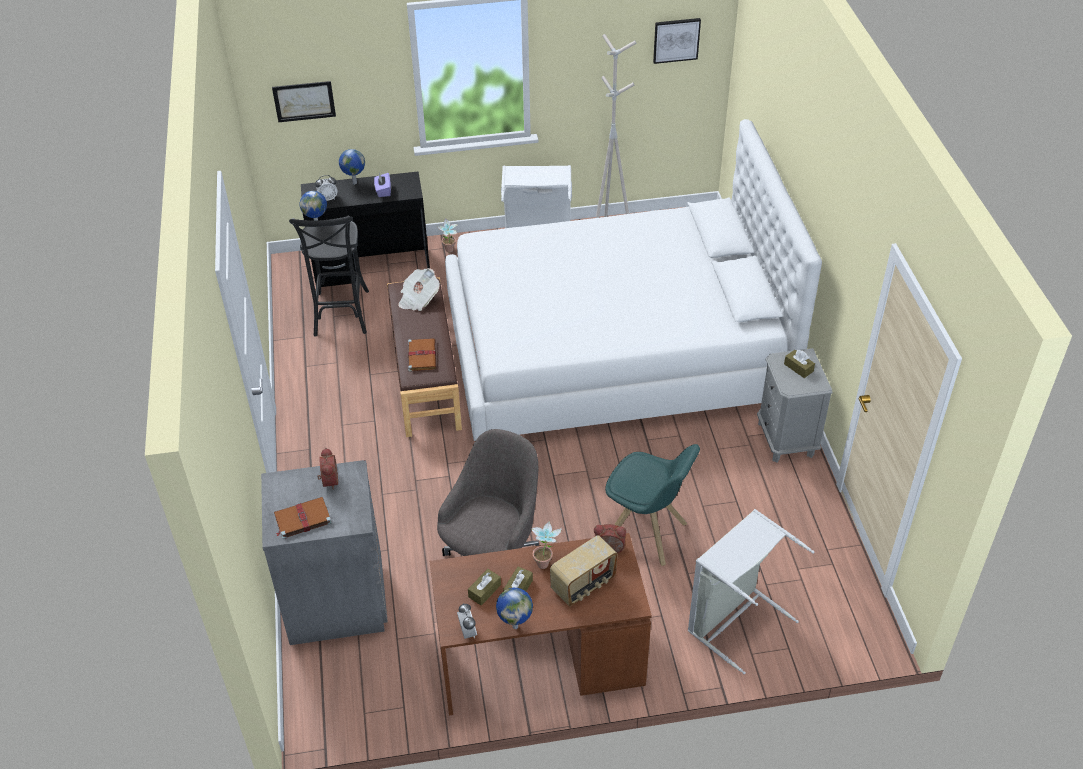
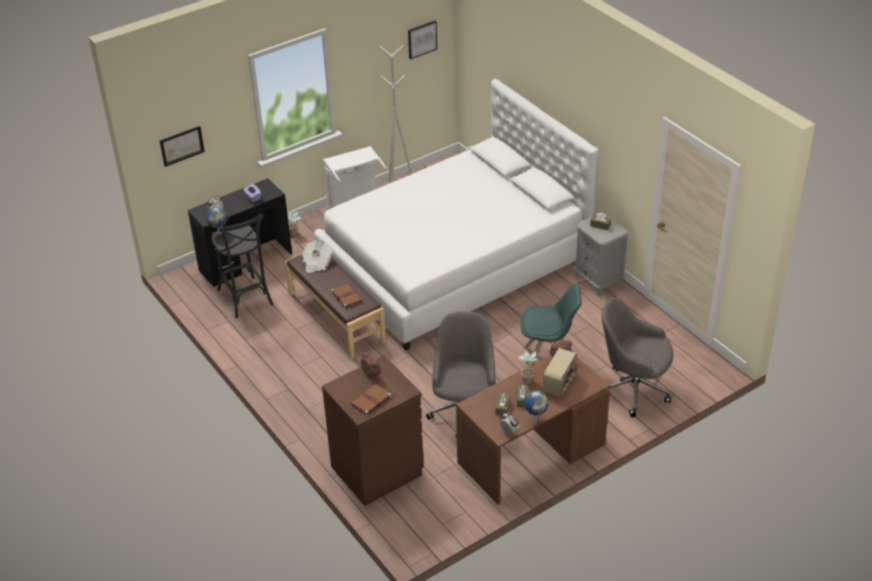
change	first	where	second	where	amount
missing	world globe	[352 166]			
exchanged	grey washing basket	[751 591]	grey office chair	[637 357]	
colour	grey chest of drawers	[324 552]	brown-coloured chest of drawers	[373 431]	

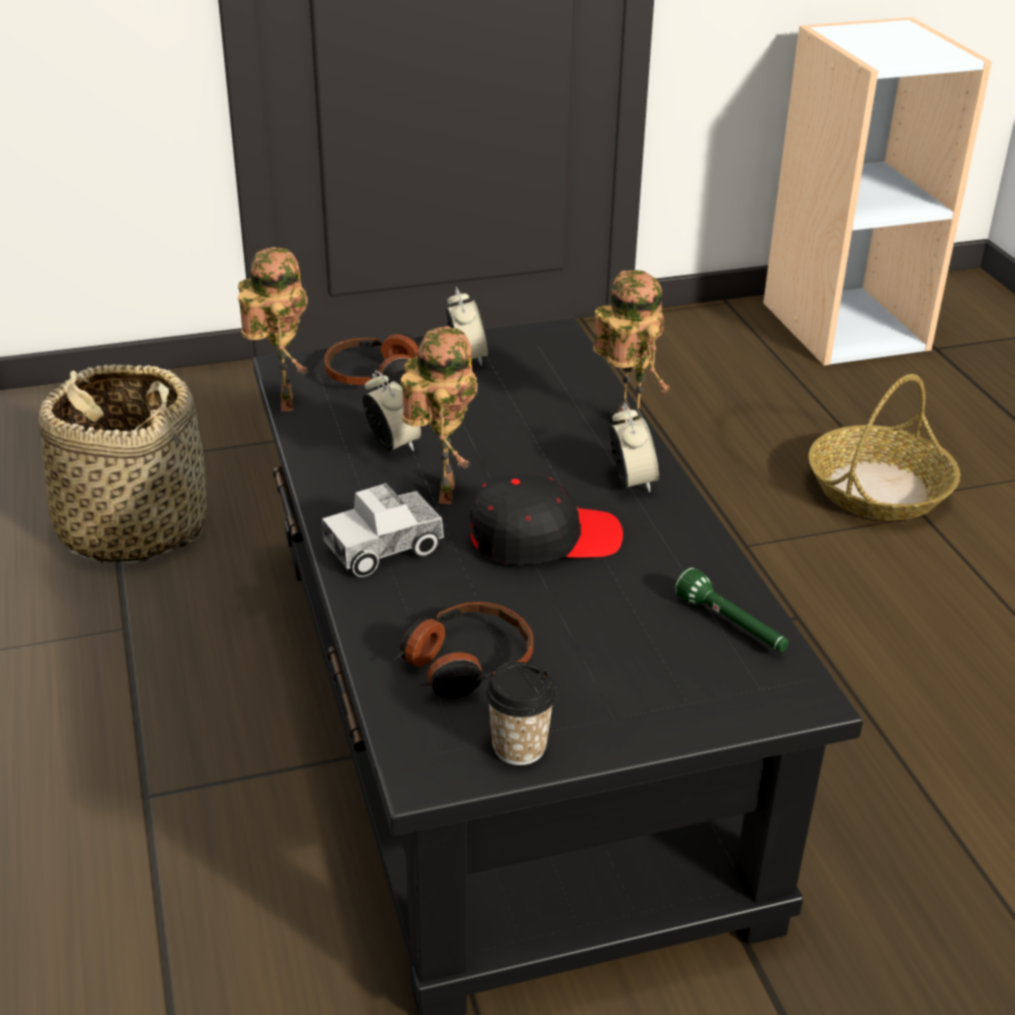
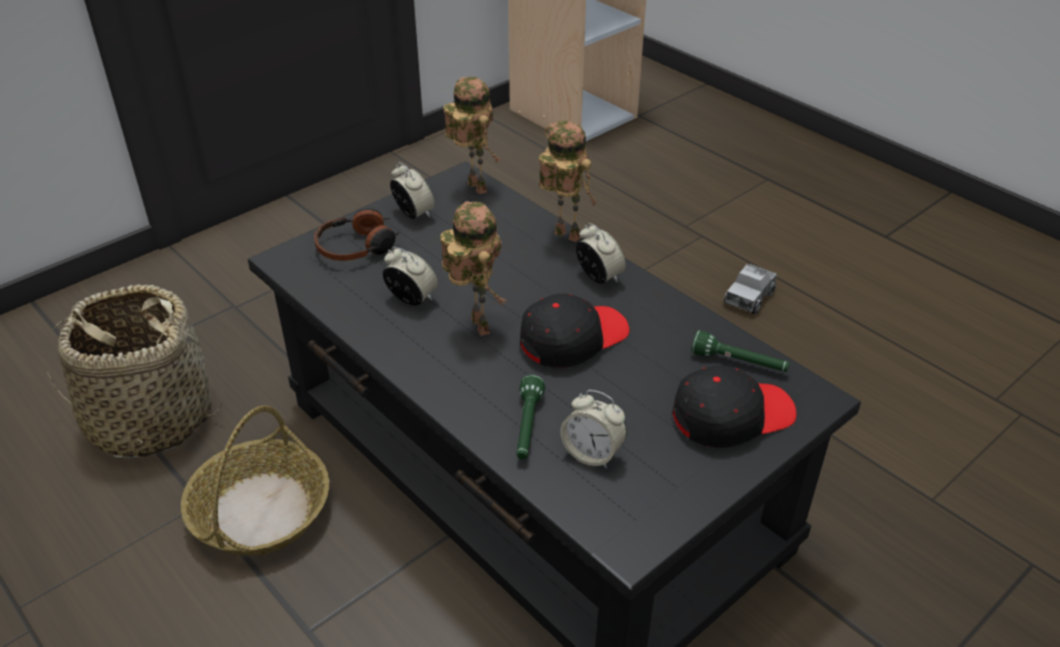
change	first	where	second	where	amount
missing	small cup	[520 713]			
appeared			green hand torch	[531 417]	
appeared			black-coloured peaked cap	[734 406]	
relocated	robot figure	[273 329]		[472 135]	
relocated	toy lorry	[383 530]		[750 289]	
relocated	basket	[884 447]		[255 481]	
exchanged	headset	[463 650]	alarm clock	[593 429]	

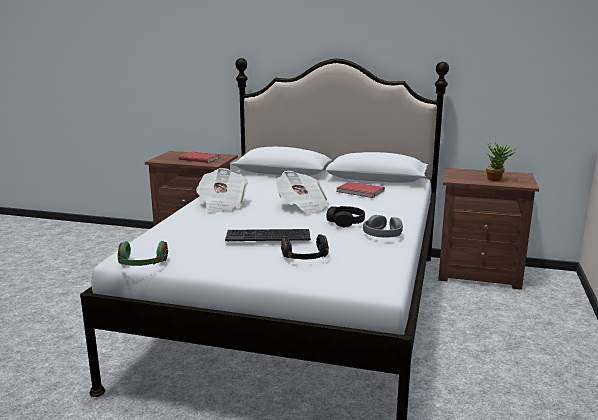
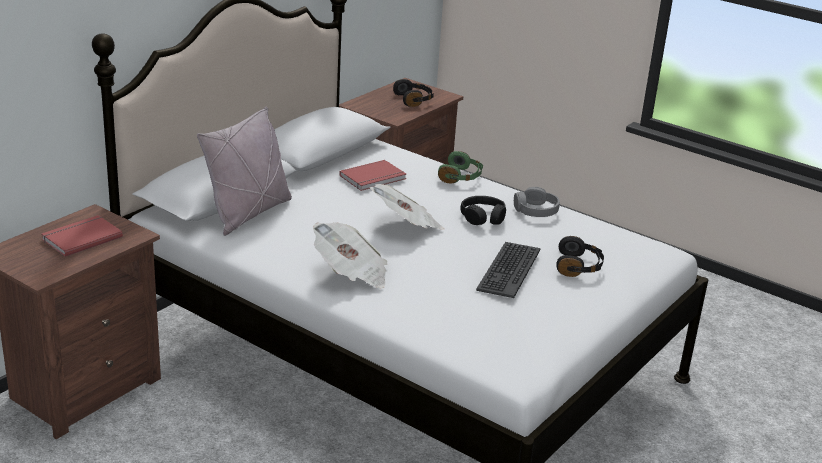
change	first	where	second	where	amount
appeared			purplish pillow	[244 171]	
relocated	green headset	[143 253]		[460 167]	
exchanged	potted plant	[500 161]	black-coloured headset	[413 93]	

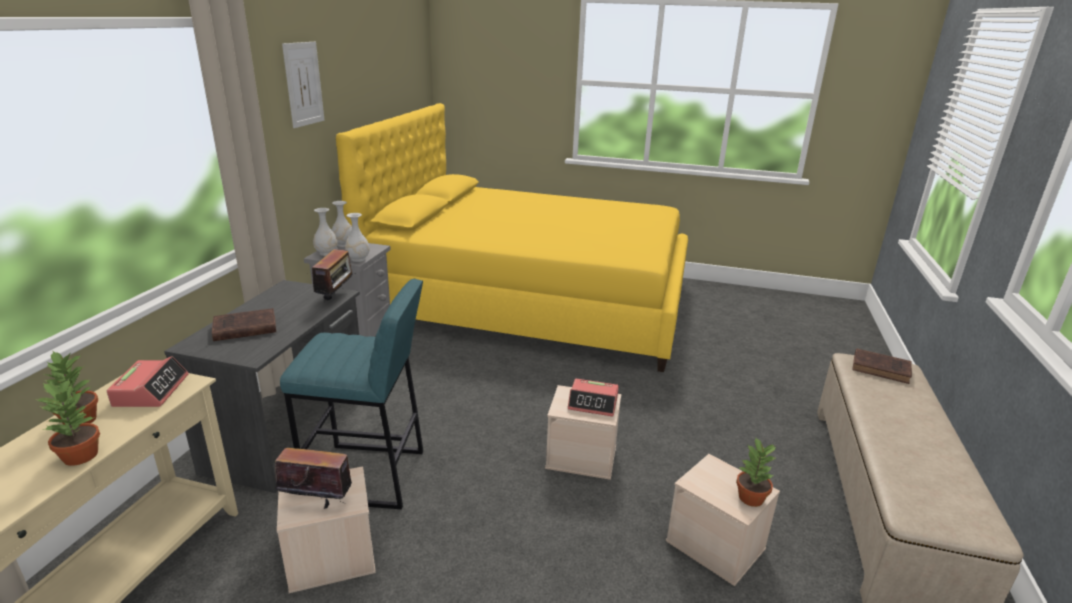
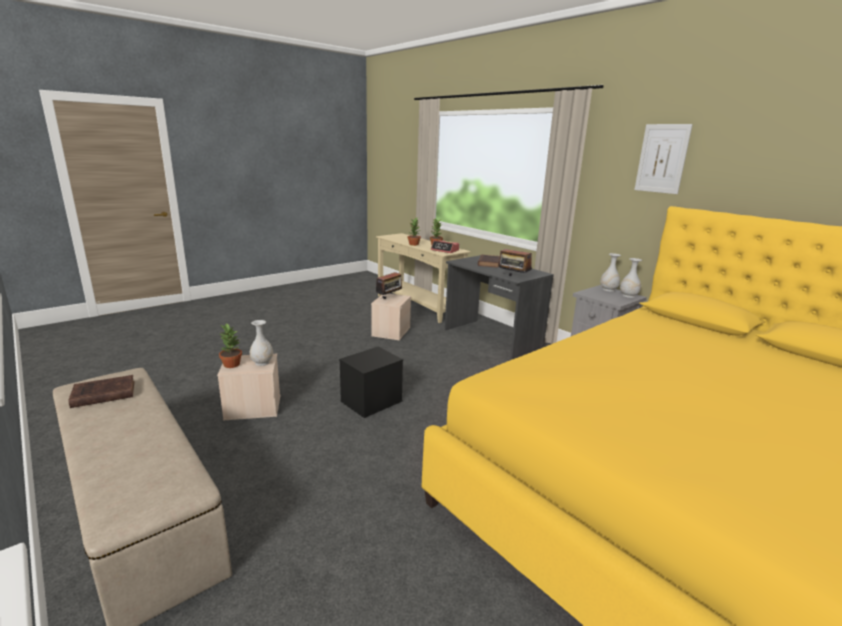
change	first	where	second	where	amount
missing	blue-green sitting stool	[351 393]			
missing	alarm clock	[593 398]			
relocated	white-coloured flower vase	[357 237]		[261 343]	
relocated	brown-coloured book	[882 366]		[101 391]	
colour	sand-coloured storage container	[583 432]	black-coloured storage container	[371 382]	

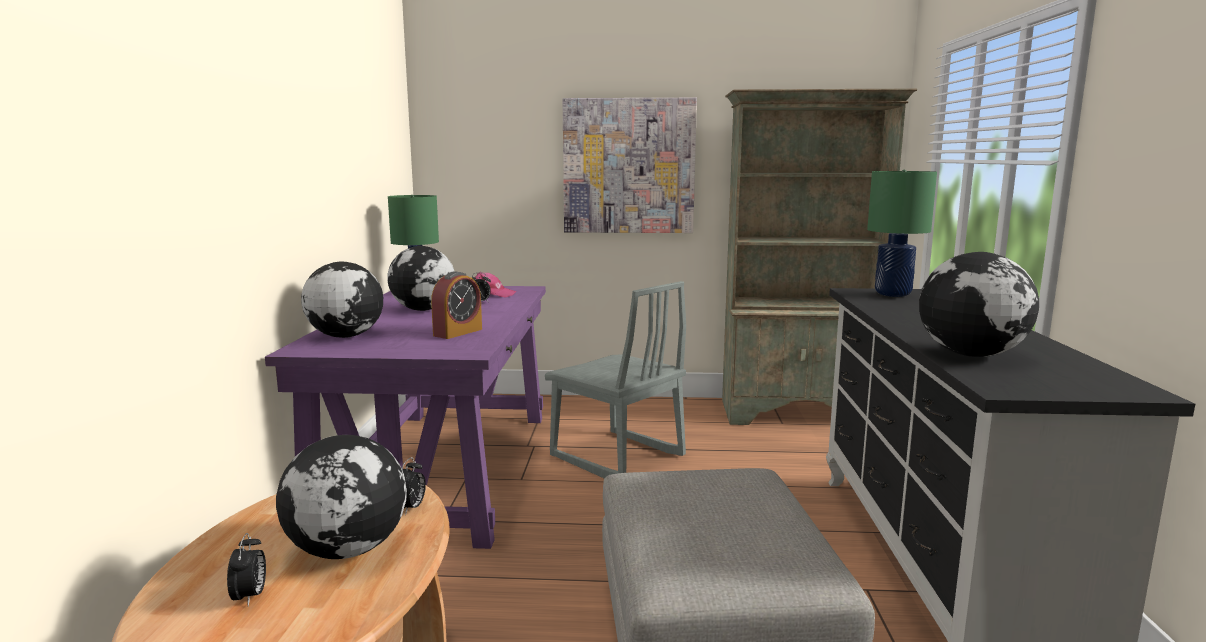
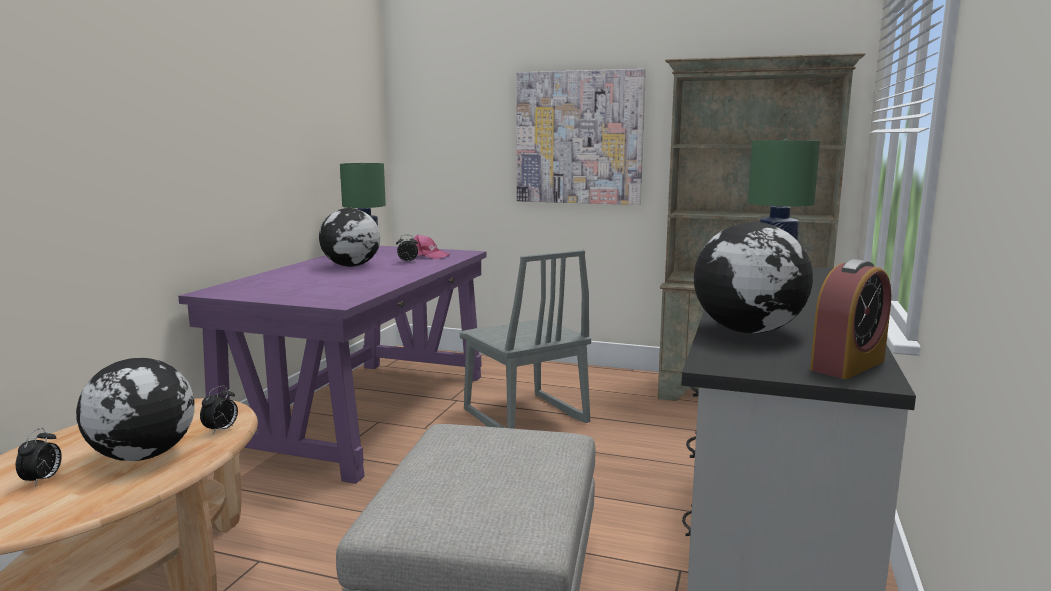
change	first	where	second	where	amount
missing	world globe	[342 300]			
relocated	alarm clock	[456 305]		[850 319]	

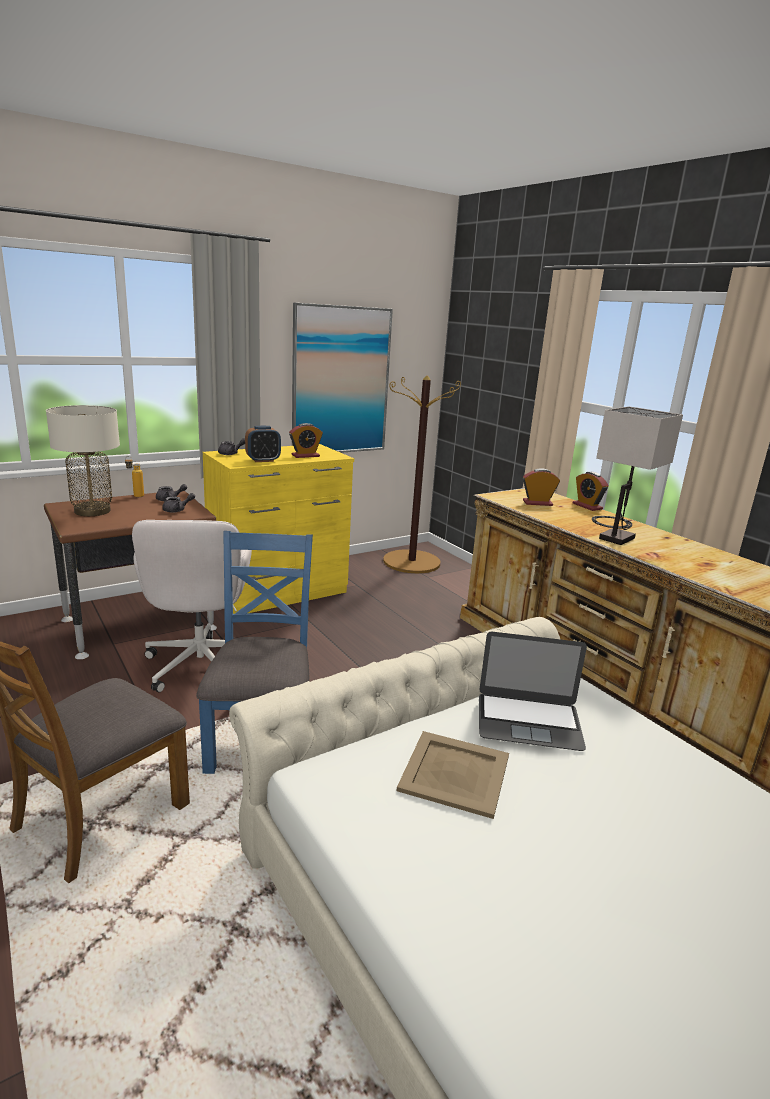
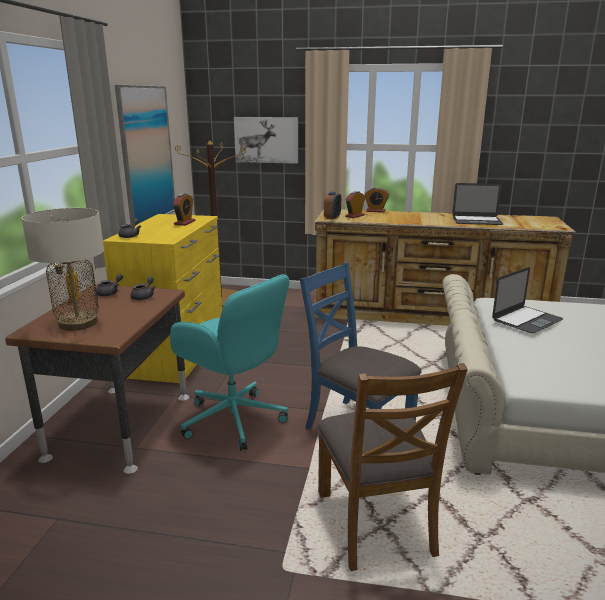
change	first	where	second	where	amount
missing	sand-coloured tray	[453 775]			
missing	table lamp	[637 475]			
appeared			picture	[266 140]	
appeared			laptop	[477 204]	
relocated	alarm clock	[263 444]		[332 205]	
colour	white-coloured office chair	[192 606]	blue-green office chair	[229 362]	

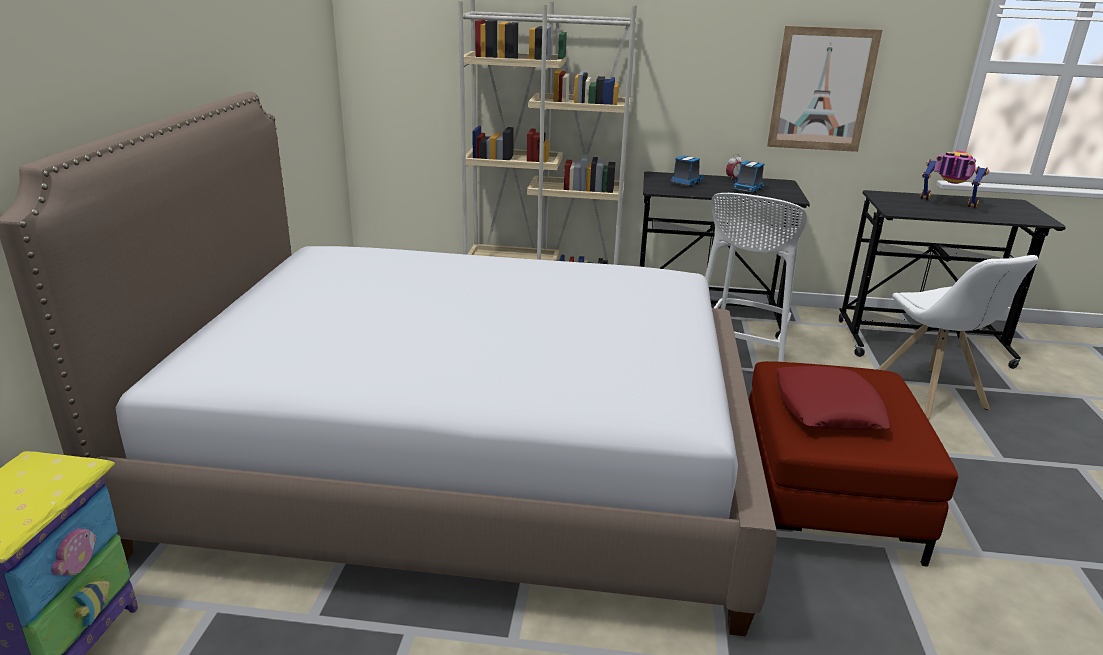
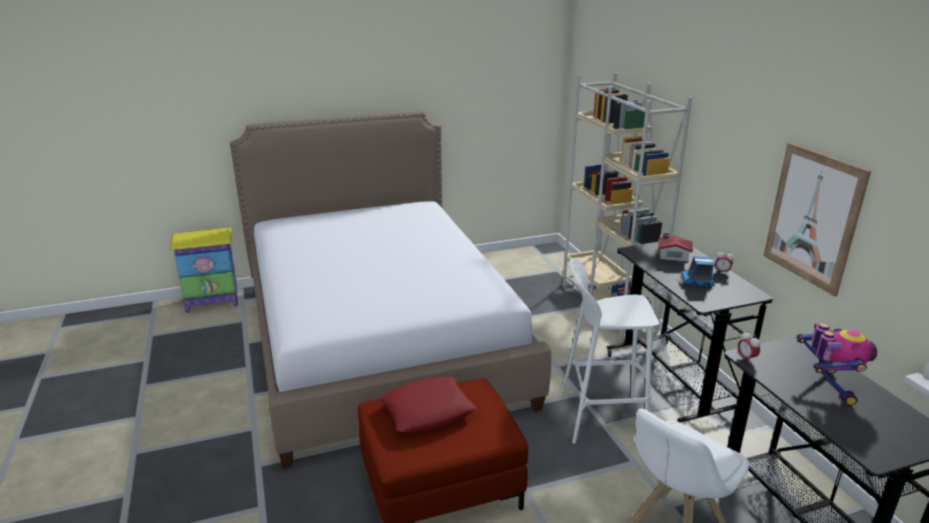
change	first	where	second	where	amount
appeared			alarm clock	[749 347]	
exchanged	toy lorry	[686 171]	model house	[675 248]	

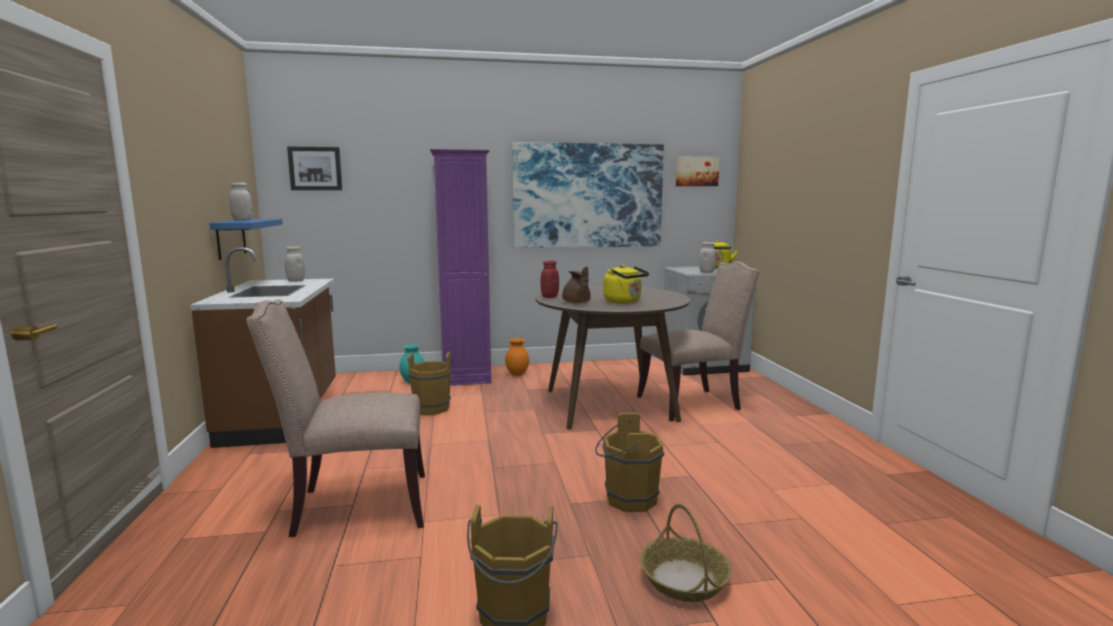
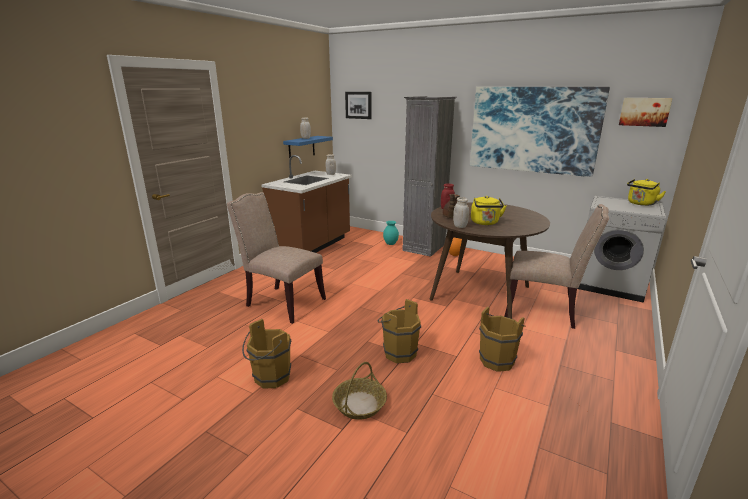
change	first	where	second	where	amount
relocated	brown-coloured pail	[430 383]		[502 339]	
relocated	white-coloured preserve jar	[707 257]		[461 212]	
colour	purplish cabinet	[460 267]	grey cabinet	[429 176]	

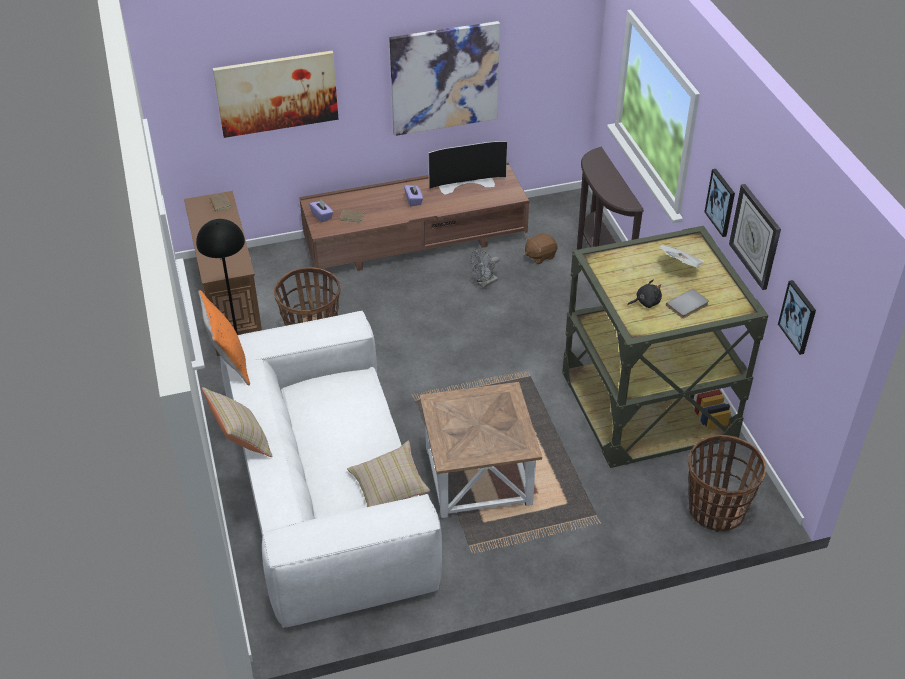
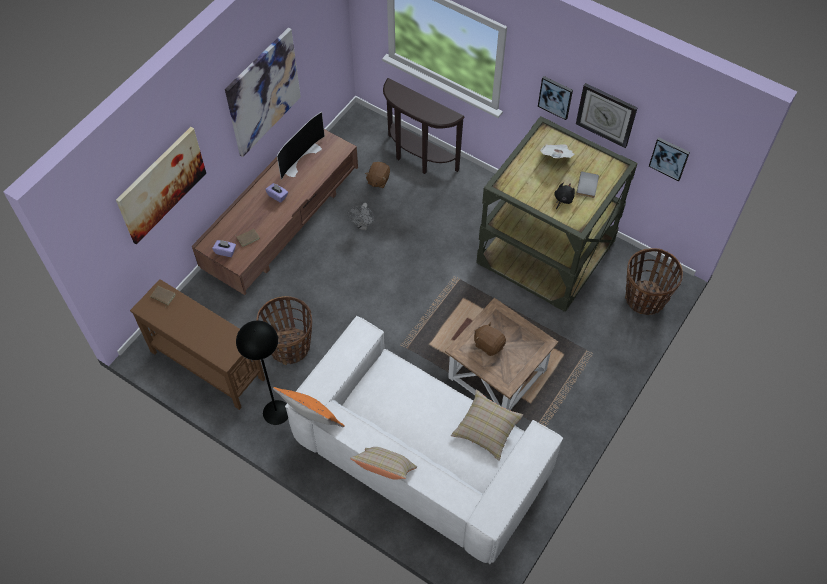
change	first	where	second	where	amount
appeared			brown-coloured soft toy	[490 339]	

